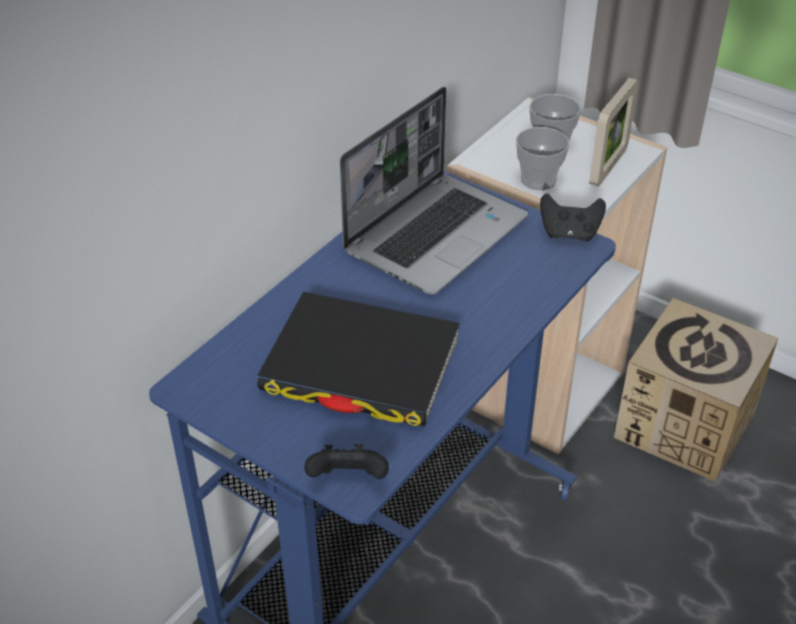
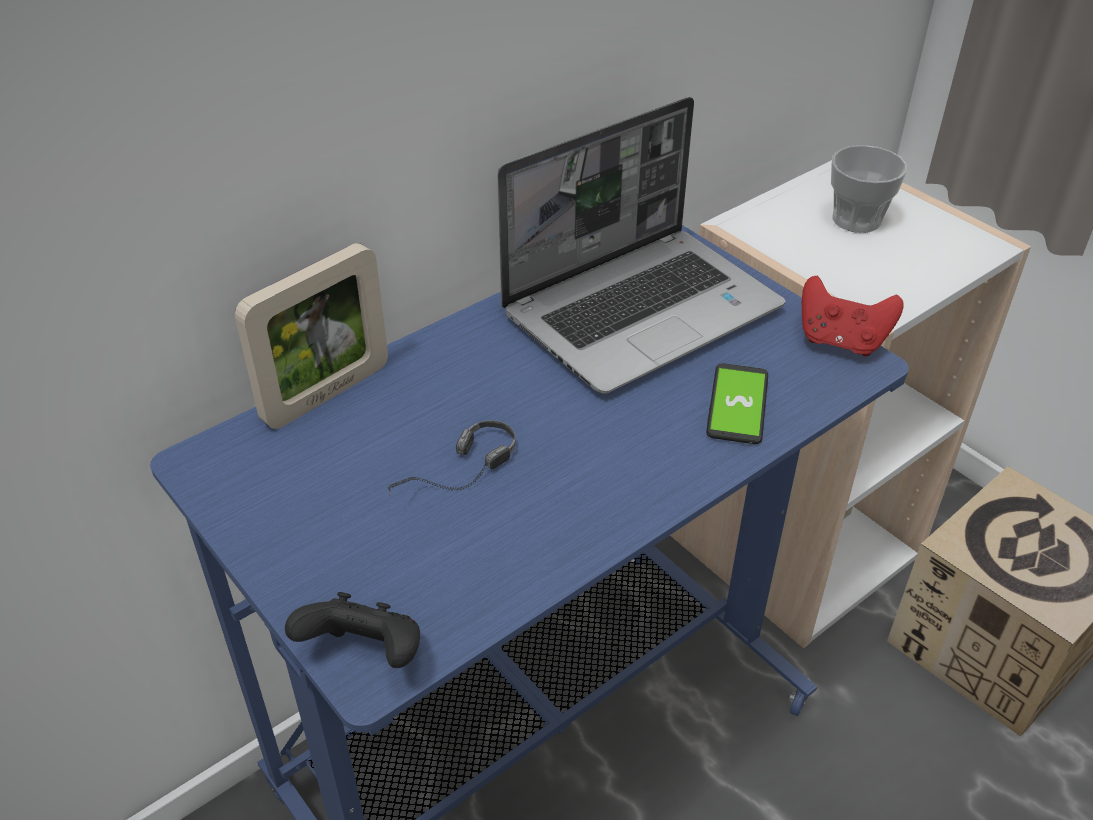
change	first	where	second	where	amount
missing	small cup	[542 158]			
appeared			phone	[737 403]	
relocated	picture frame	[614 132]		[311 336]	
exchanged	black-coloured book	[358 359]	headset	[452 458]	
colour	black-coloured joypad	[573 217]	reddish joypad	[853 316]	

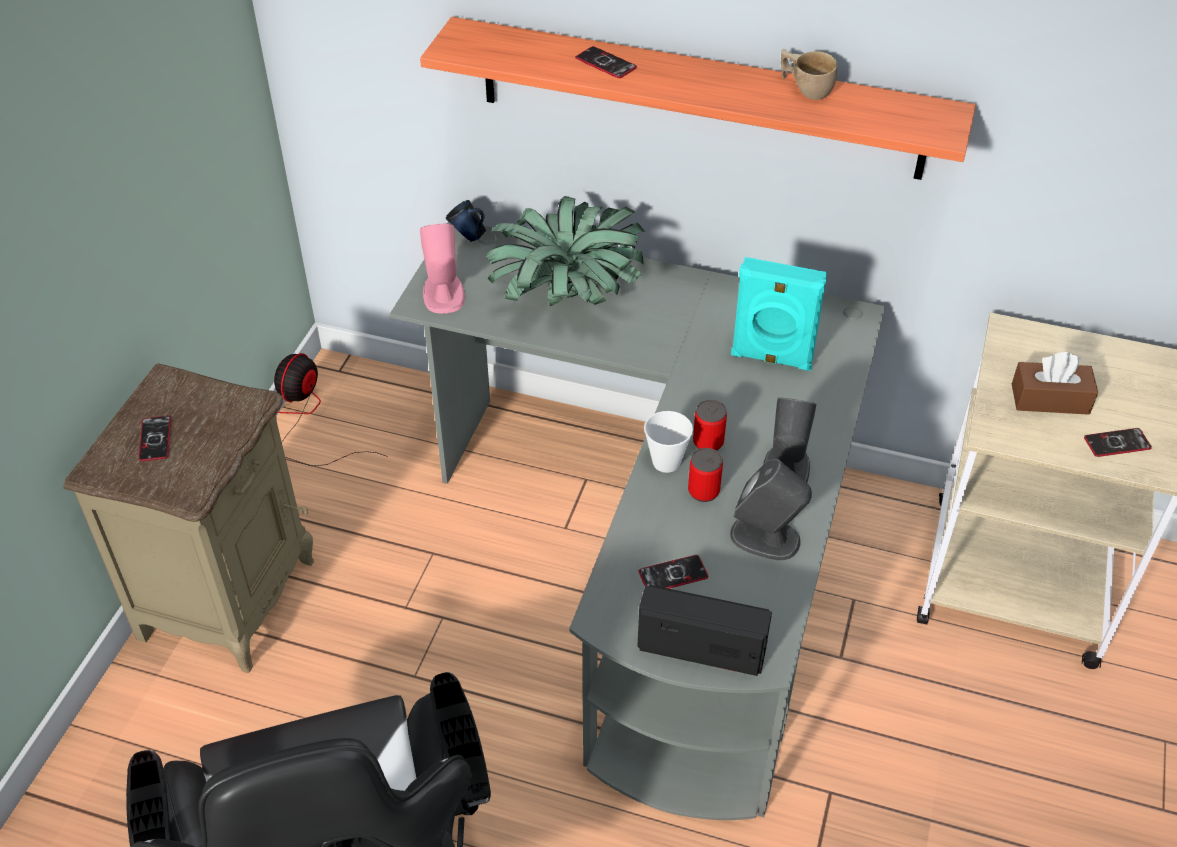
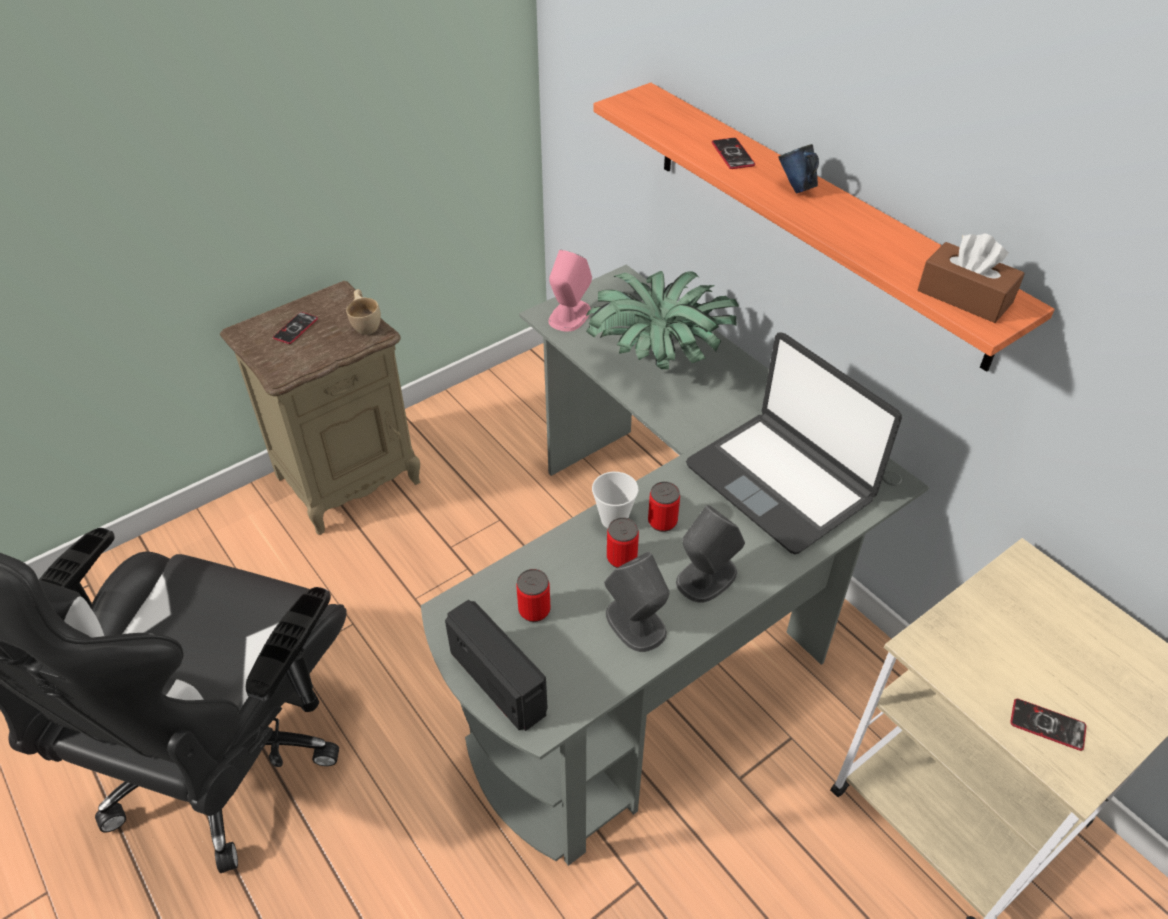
change	first	where	second	where	amount
missing	fan	[331 409]			
relocated	blue-coloured mug	[466 221]		[798 169]	
relocated	sand-coloured small cup	[809 74]		[363 312]	
relocated	brown-coloured box of tissues	[1055 383]		[971 278]	
exchanged	phone	[673 572]	metal can	[533 595]	
exchanged	blue-green speaker	[779 314]	laptop	[794 443]	

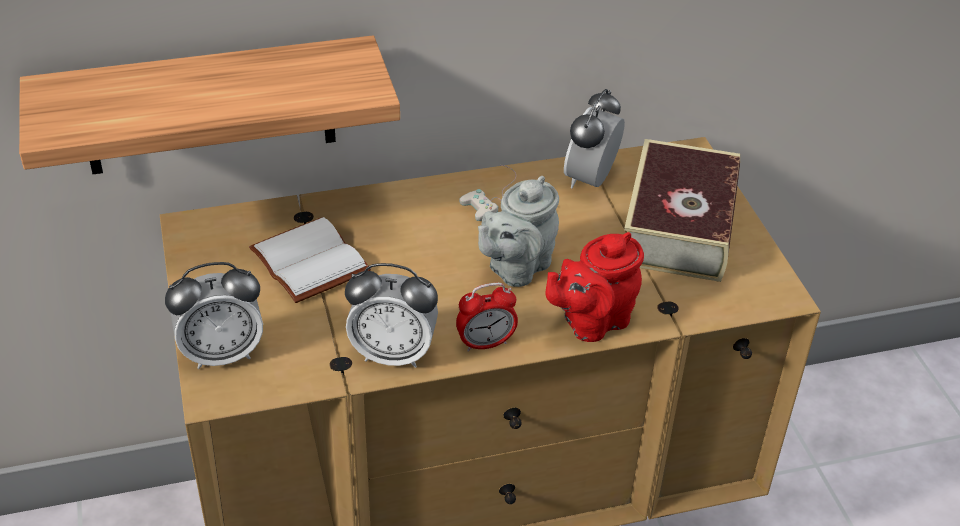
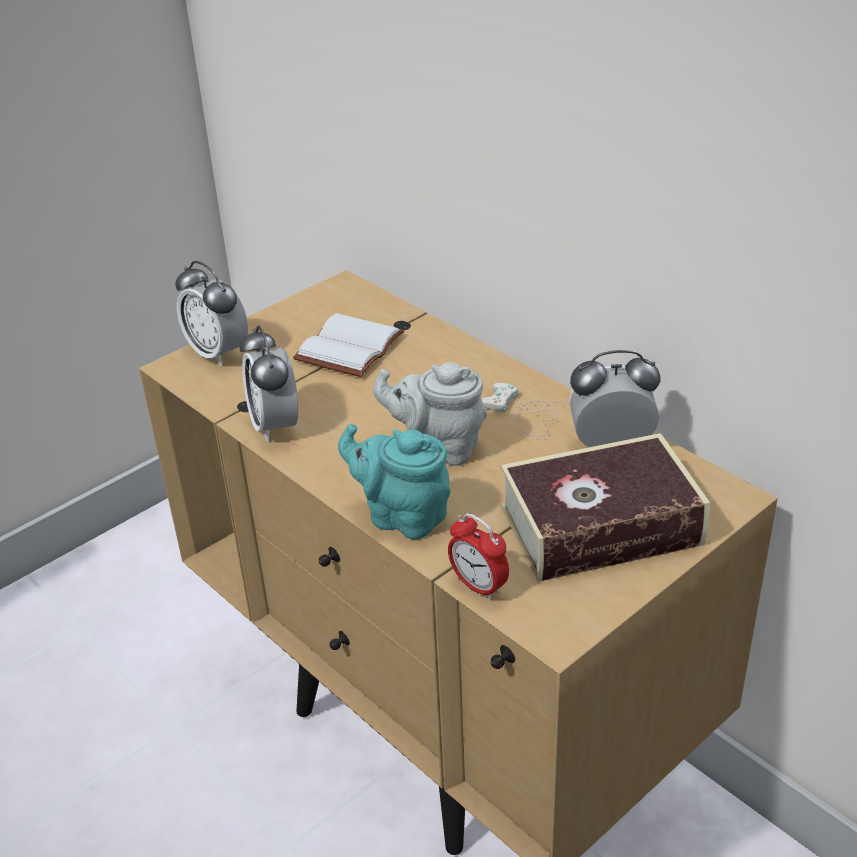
change	first	where	second	where	amount
missing	bracket shelf	[209 104]			
relocated	alarm clock	[487 317]		[478 556]	
colour	reddish tea pot	[595 287]	blue-green tea pot	[394 482]	

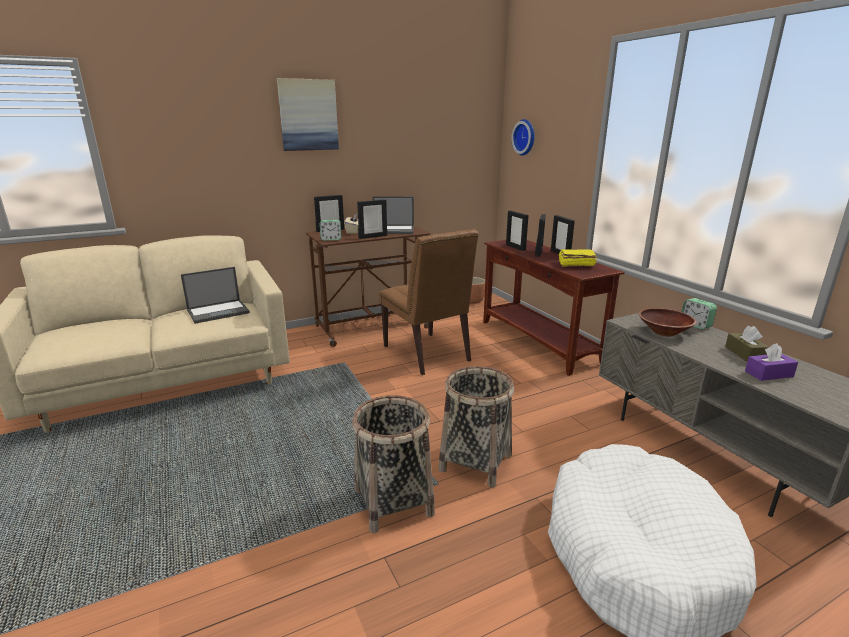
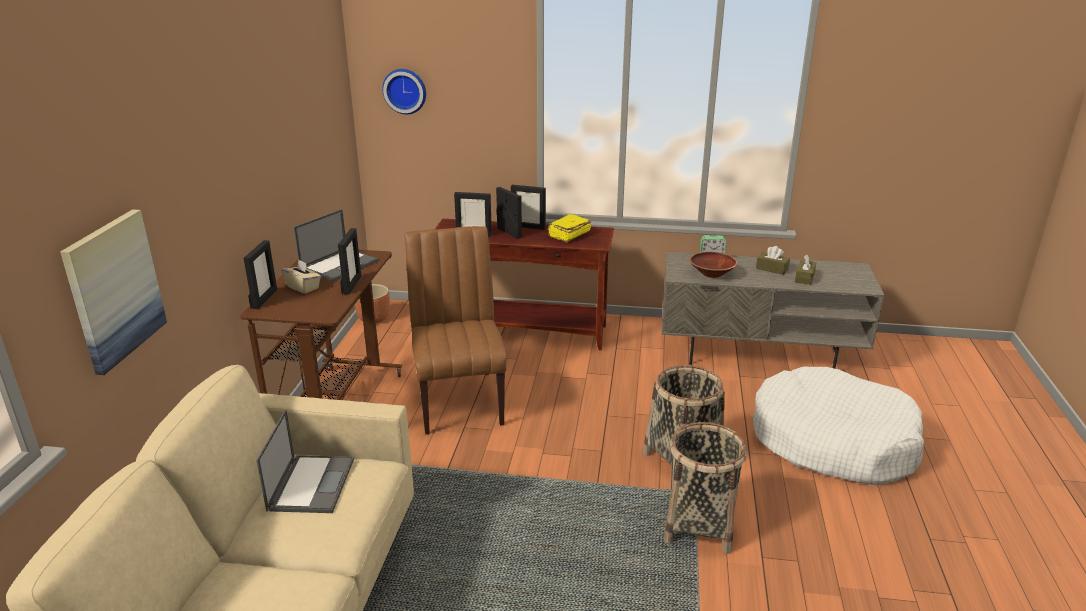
change	first	where	second	where	amount
missing	alarm clock	[330 230]			
relocated	picture	[308 114]		[113 292]	
colour	purplish box of tissues	[771 362]	brown-coloured box of tissues	[806 270]	
spun	brown-coloured plain chair	[429 302]		[456 330]	105 degrees counterclockwise

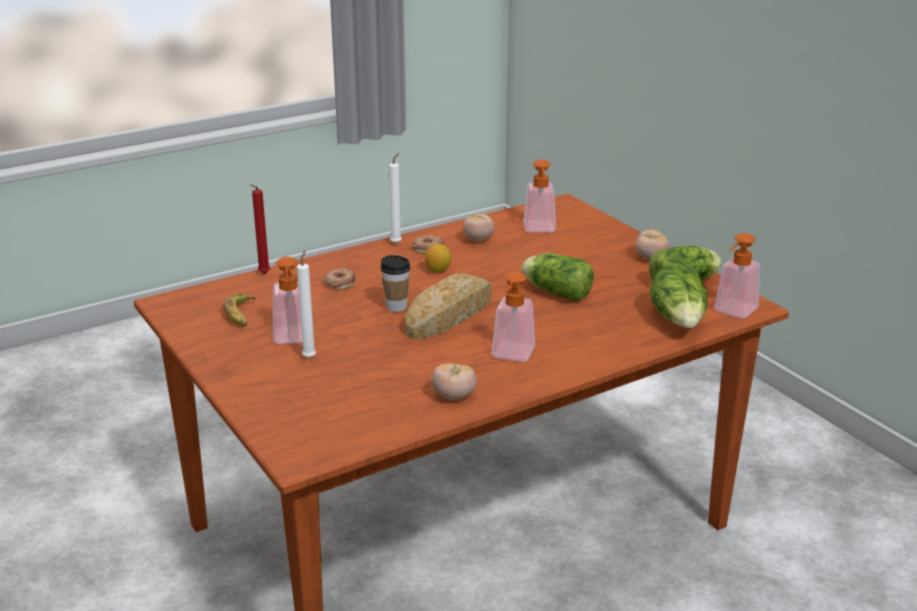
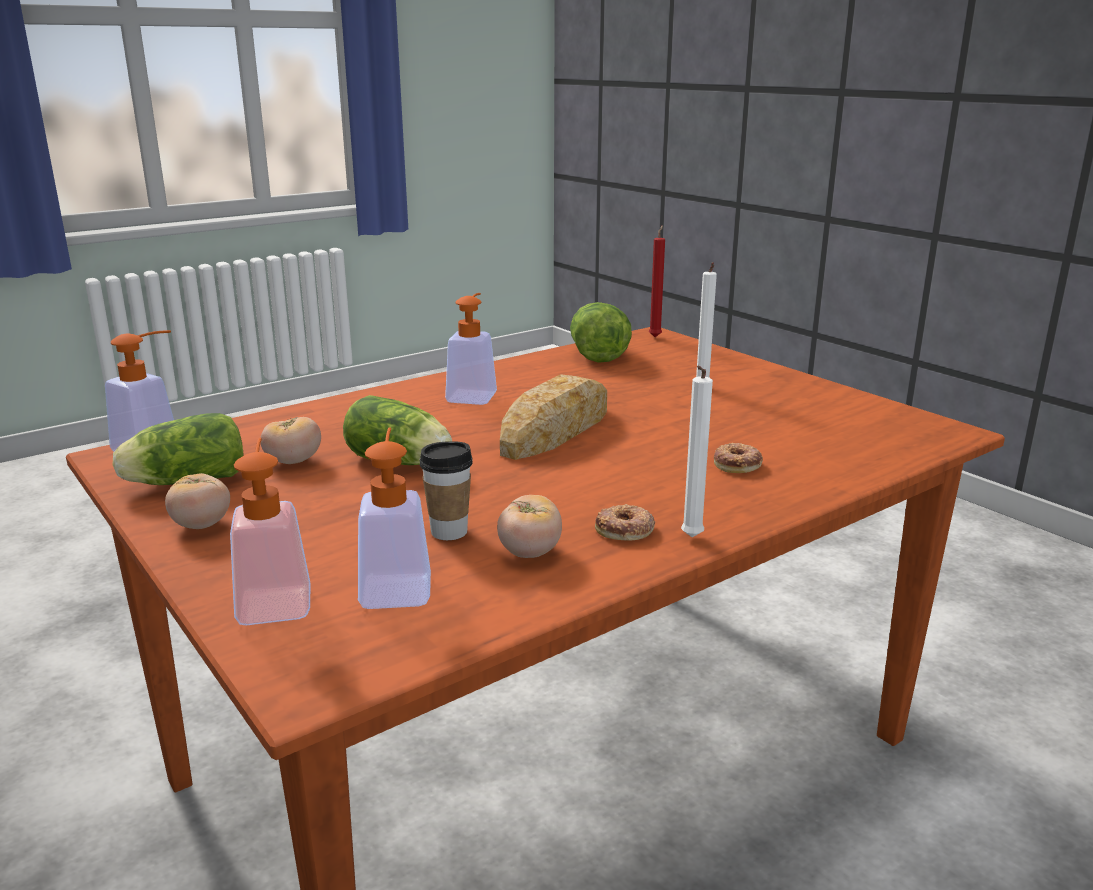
change	first	where	second	where	amount
missing	banana fruit	[240 309]			
missing	lemon	[438 258]			
relocated	reddish wax candle	[260 229]		[657 281]	
relocated	soap dispenser	[287 300]		[270 531]	
relocated	small cup	[395 283]		[446 490]	
relocated	whole tomato	[454 381]		[290 440]	
relocated	lettuce	[678 296]		[601 332]	

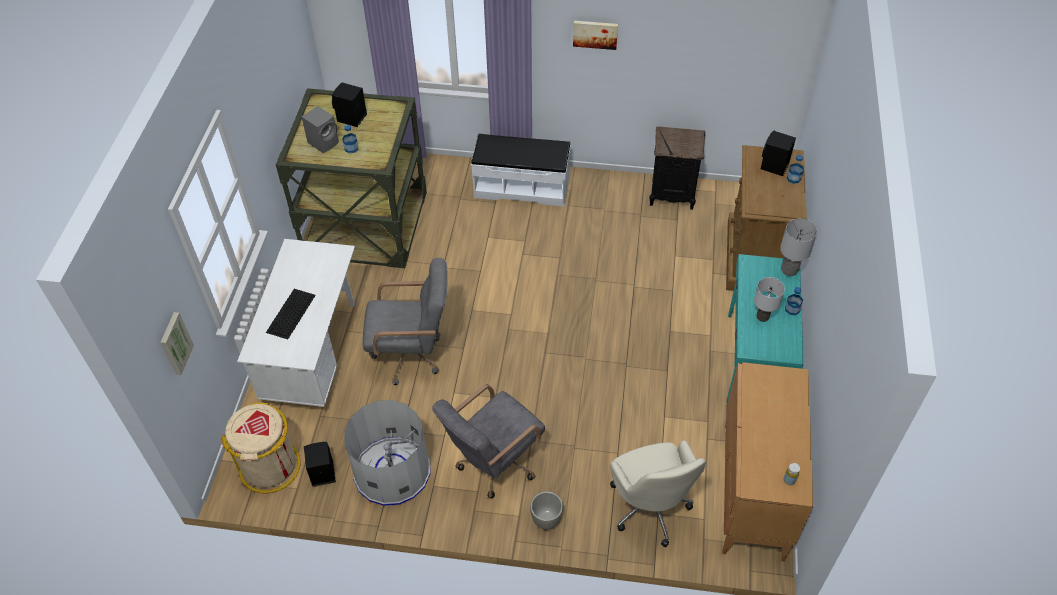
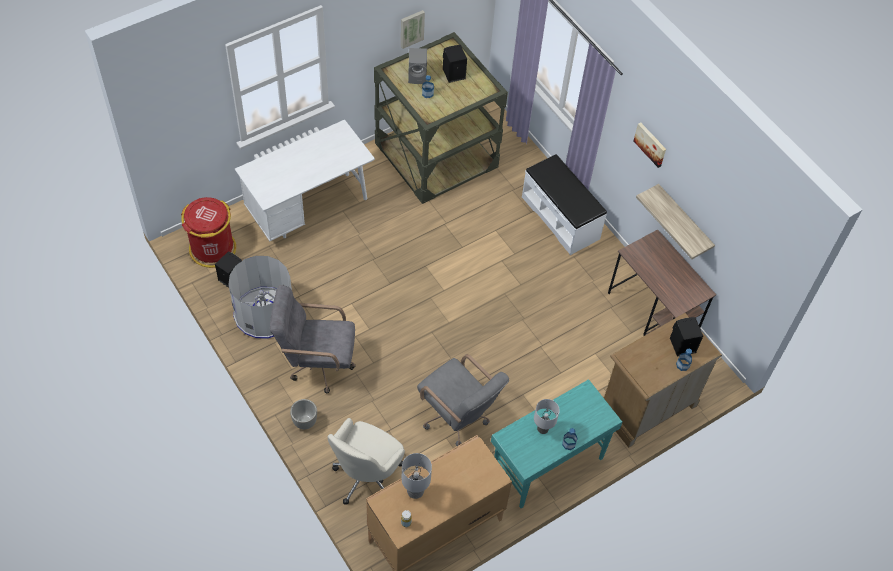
change	first	where	second	where	amount
missing	PC keyboard	[291 314]			
appeared			bracket shelf	[675 221]	
relocated	picture	[177 343]		[413 29]	
relocated	grey office chair	[405 321]		[463 400]	
relocated	grey table lamp	[798 247]		[417 476]	
exchanged	black-coloured night table	[678 168]	brown-coloured desk table	[662 282]	
colour	sand-coloured waste bin	[260 447]	reddish waste bin	[208 232]	

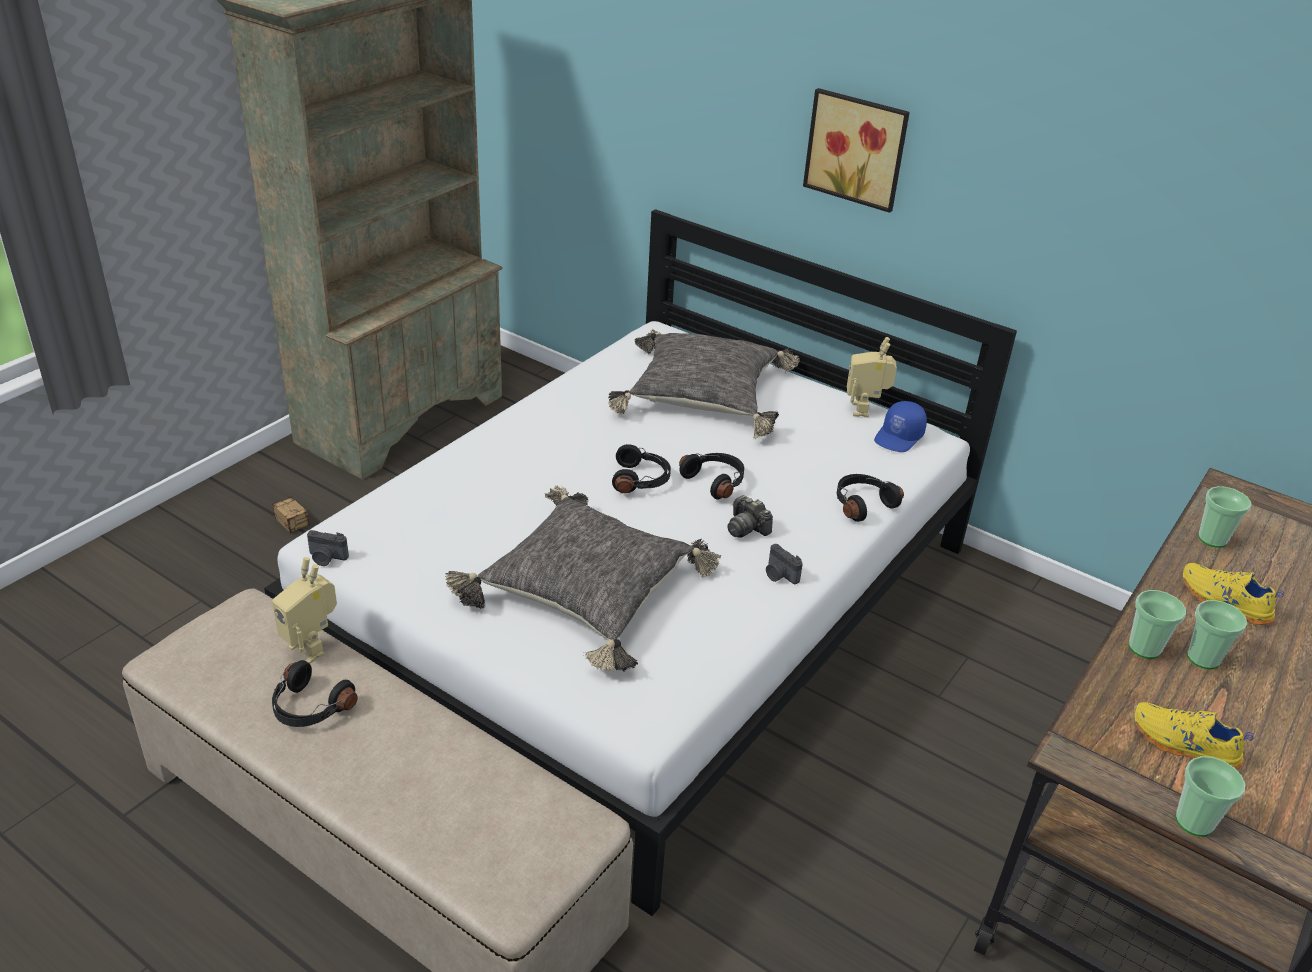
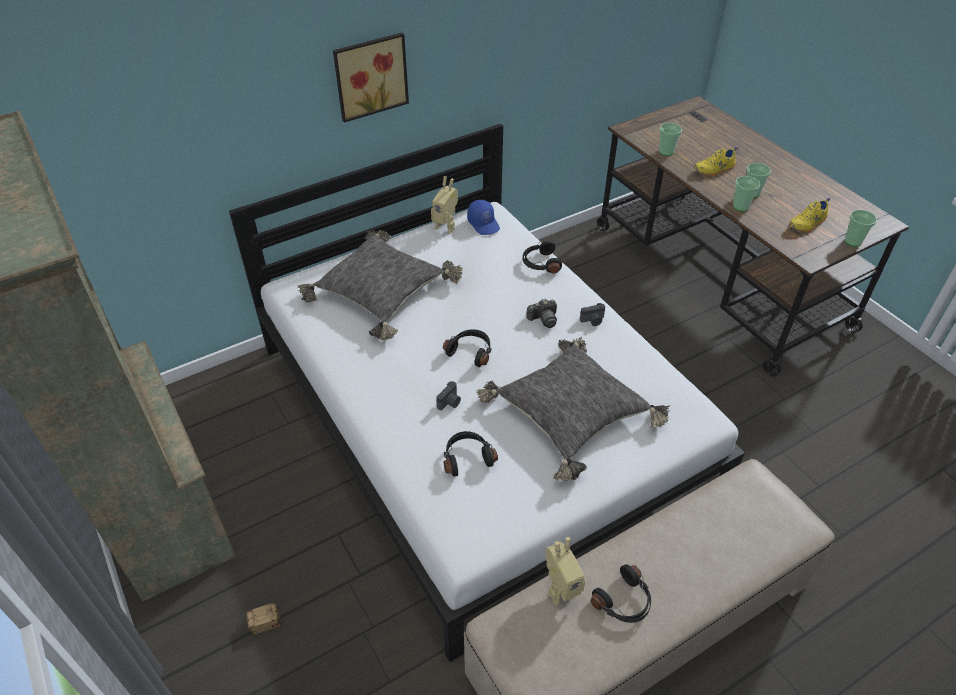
change	first	where	second	where	amount
relocated	photo camera	[328 548]		[448 395]	
relocated	black-coloured headset	[711 476]		[471 454]	

